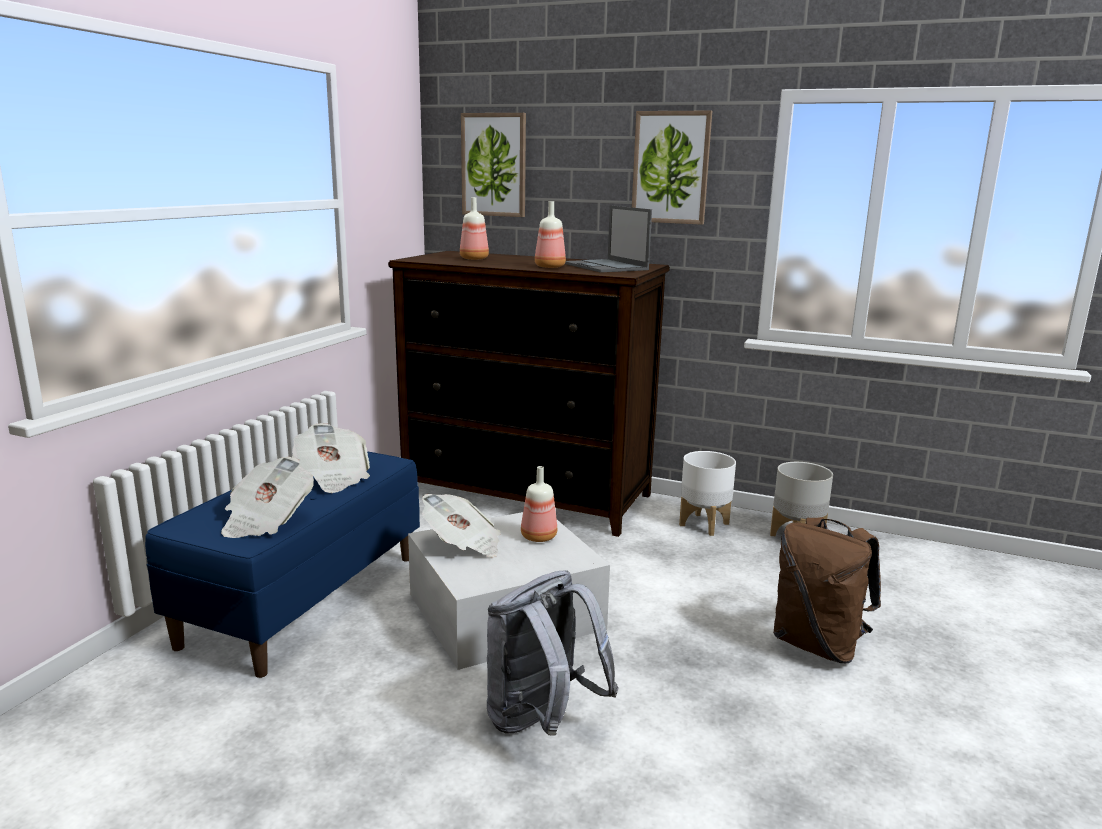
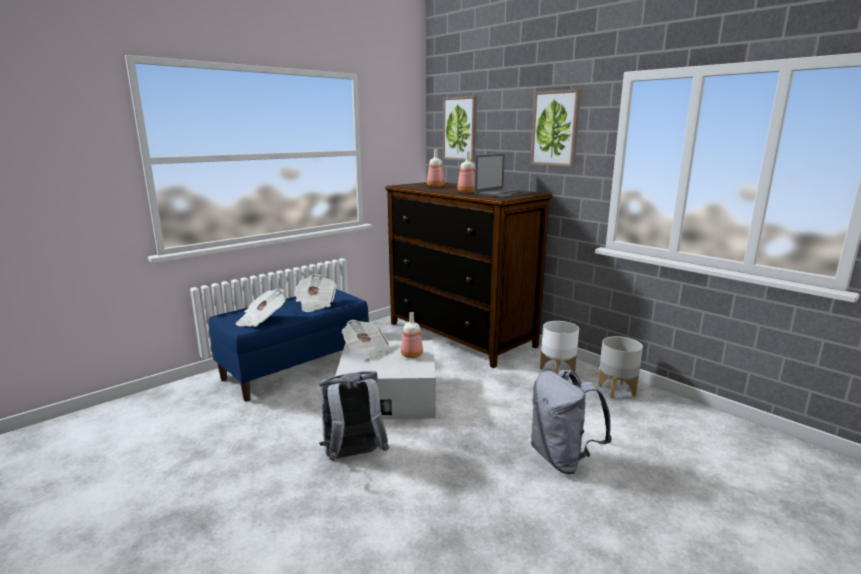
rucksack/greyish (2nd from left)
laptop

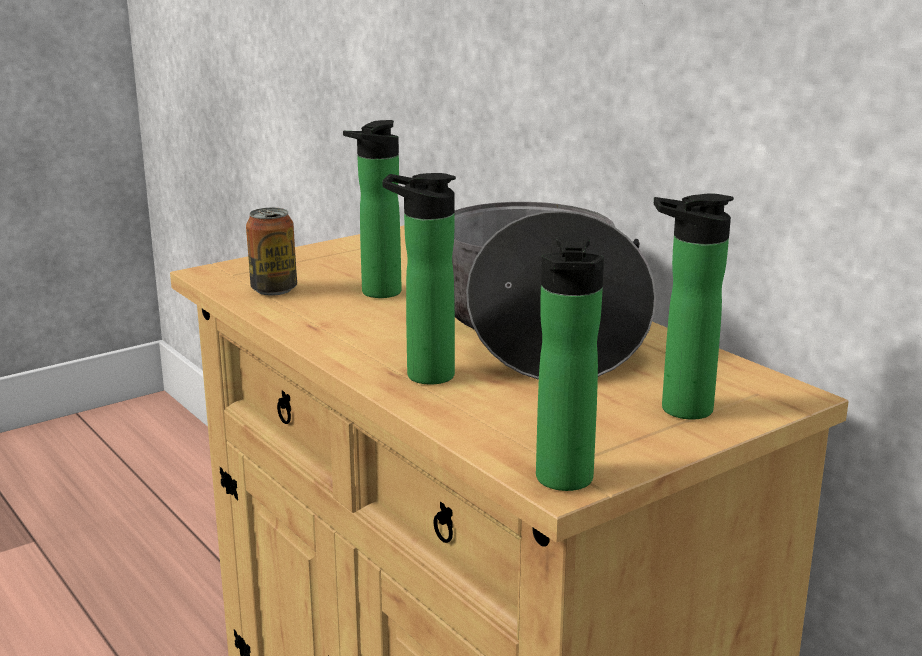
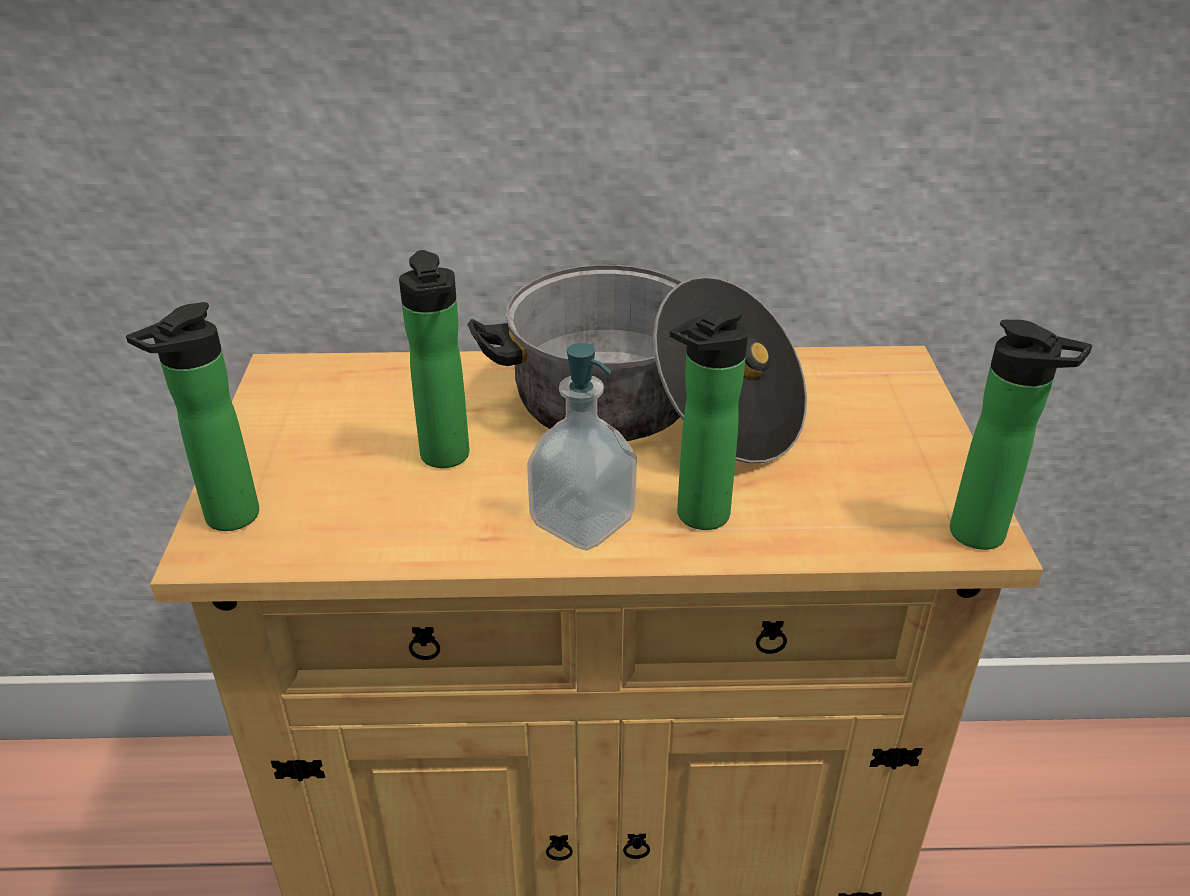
can
soap dispenser
beverage bottle (1st from left)

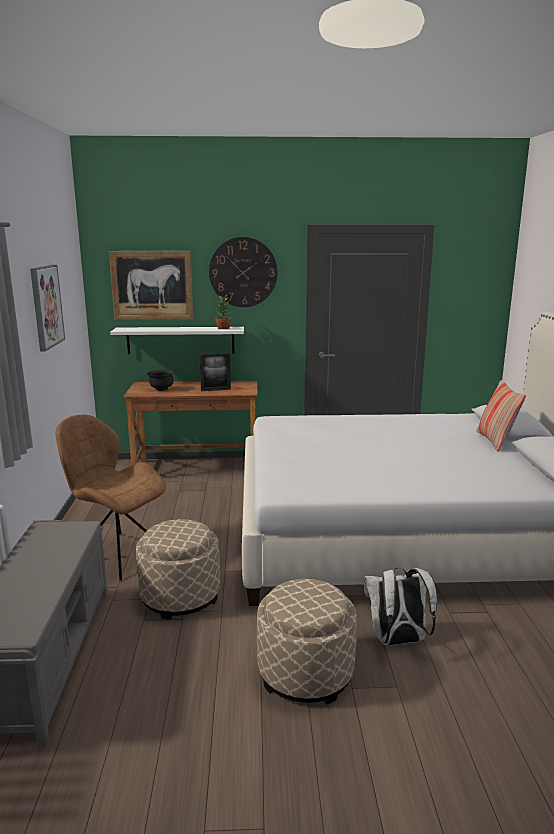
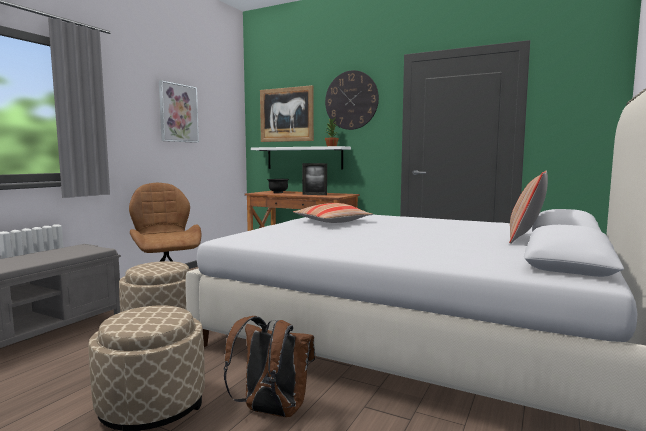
pillow (1st from left)
rucksack/brown-coloured

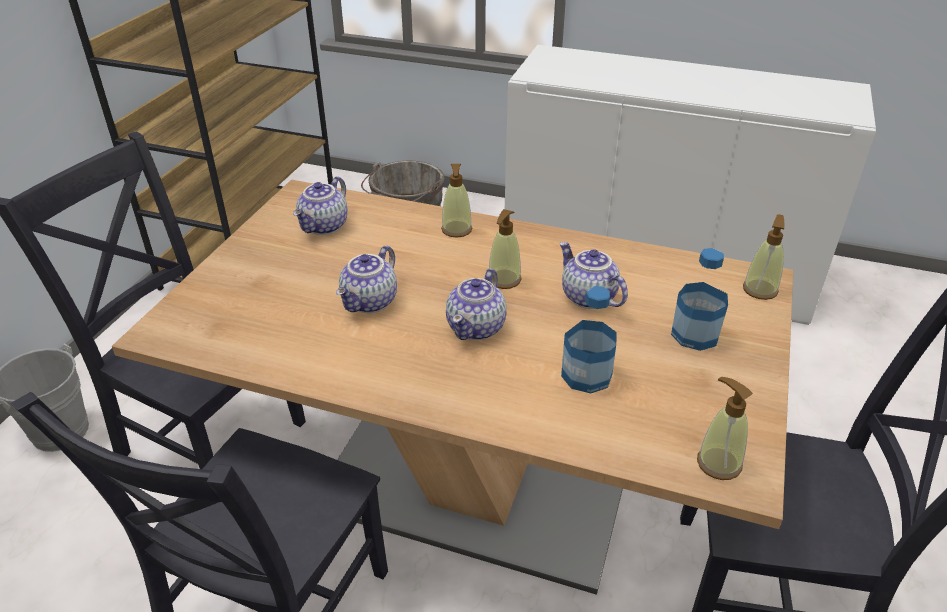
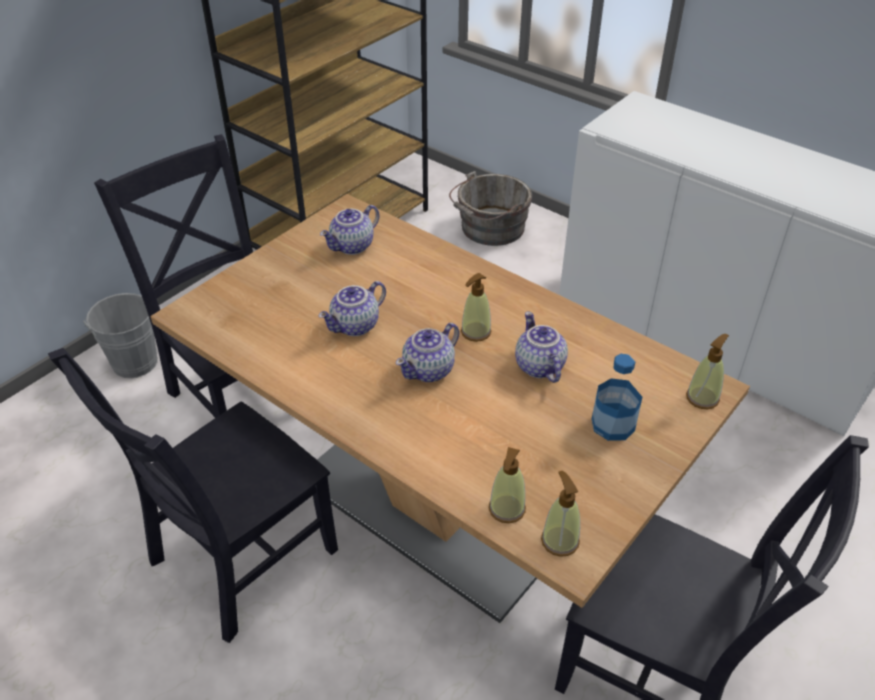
beverage bottle (1st from left in the first image)
soap dispenser (2nd from left)

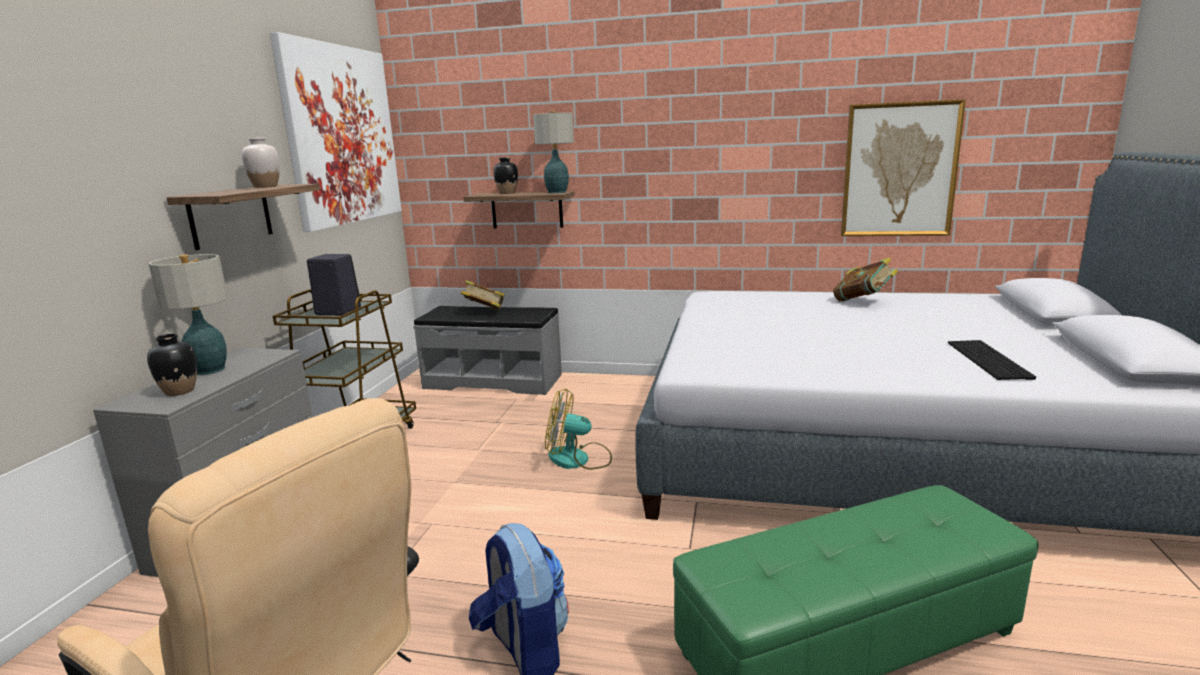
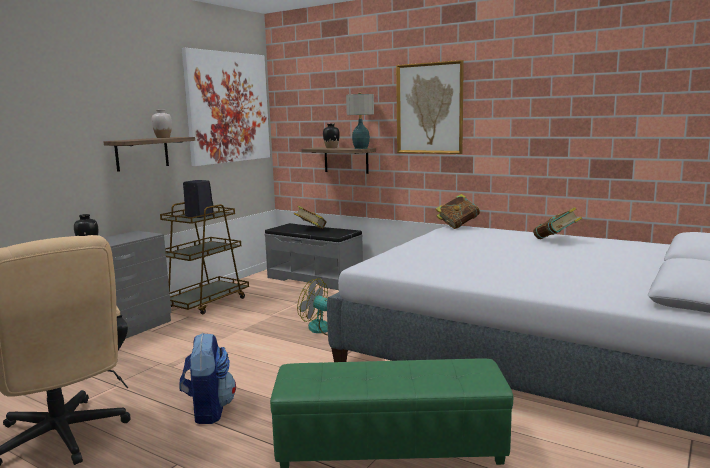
tabletop lamp (1st from left in the first image)
computer keyboard
volume (2nd from left)
wall picture (2nd from left)

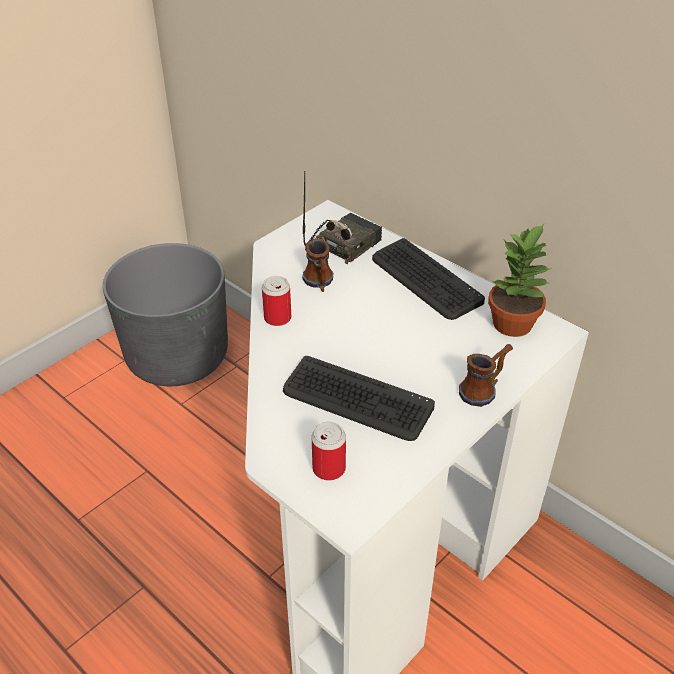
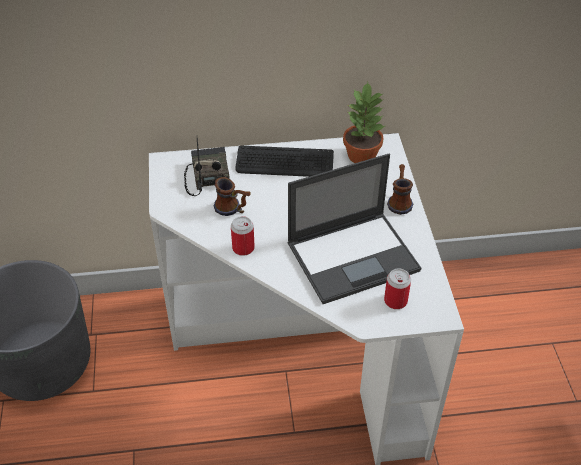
laptop

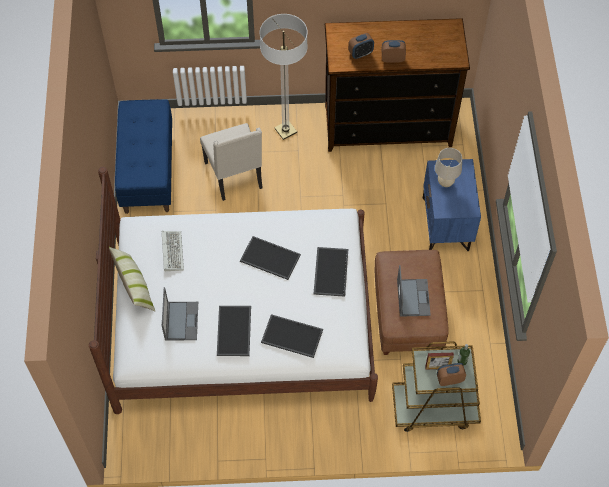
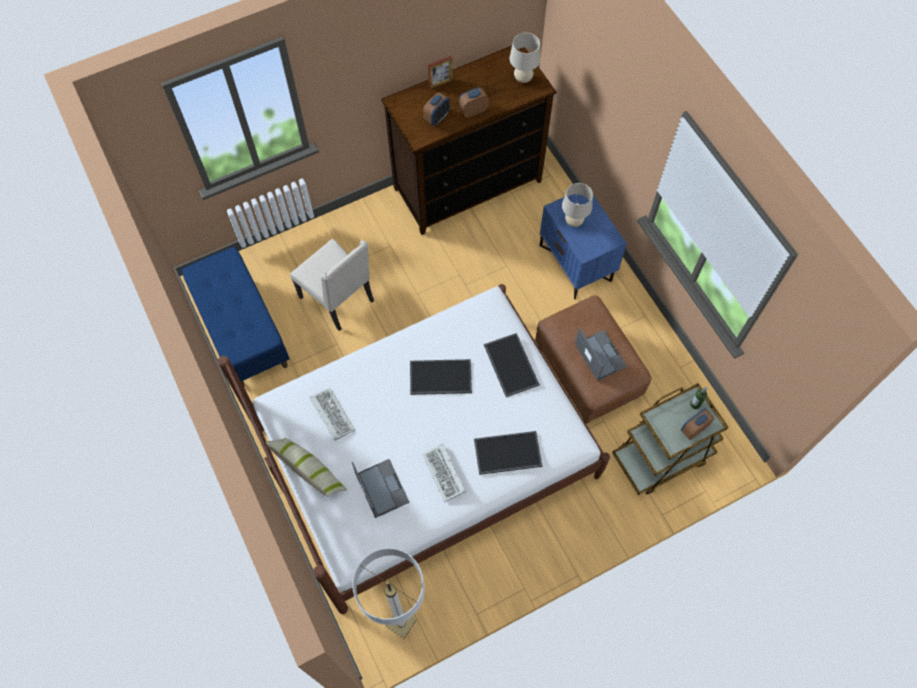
tabletop lamp/sand-coloured (1st from left)
standing lamp
photo frame
computer keyboard (2nd from left)

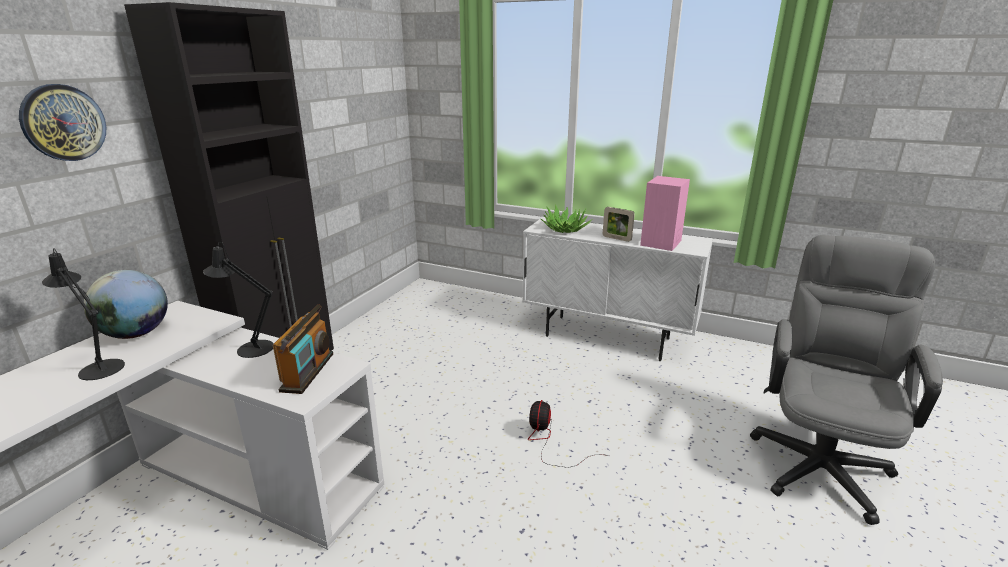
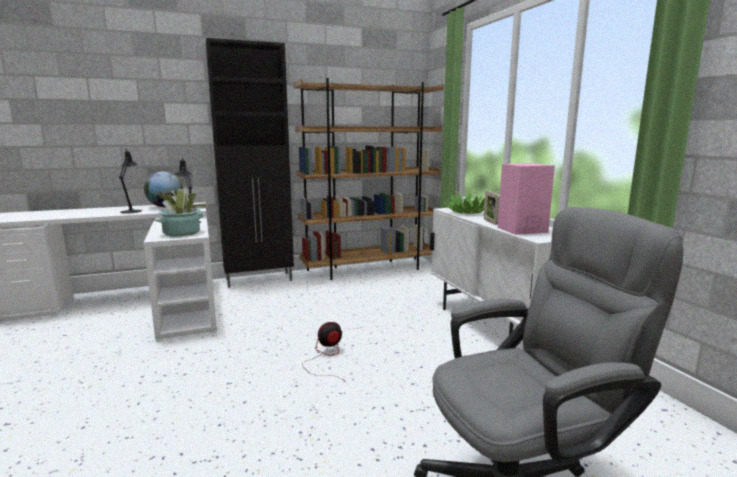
wall clock
shelving unit/brown-coloured
plant in a pot (1st from left)

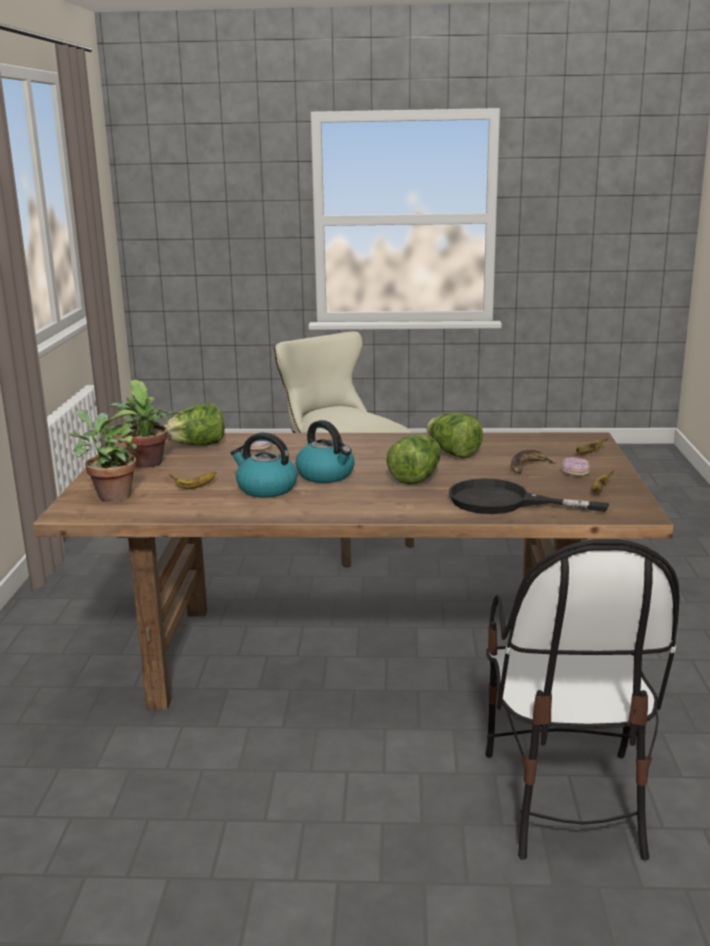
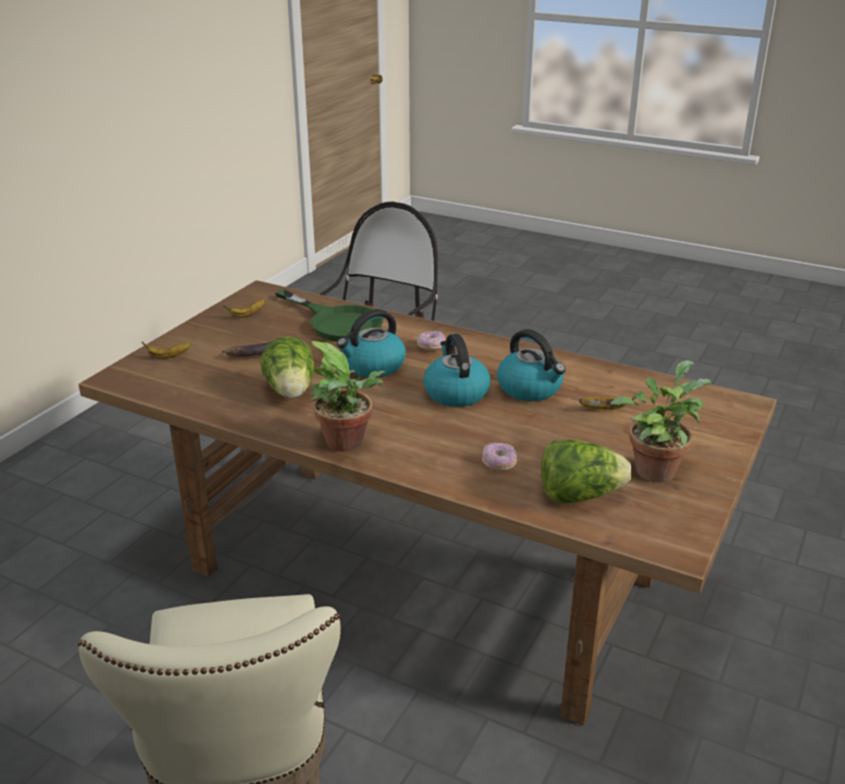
plant in a pot (1st from left)
ring doughnut (1st from left)
water kettle (1st from left)
skillet/greenish

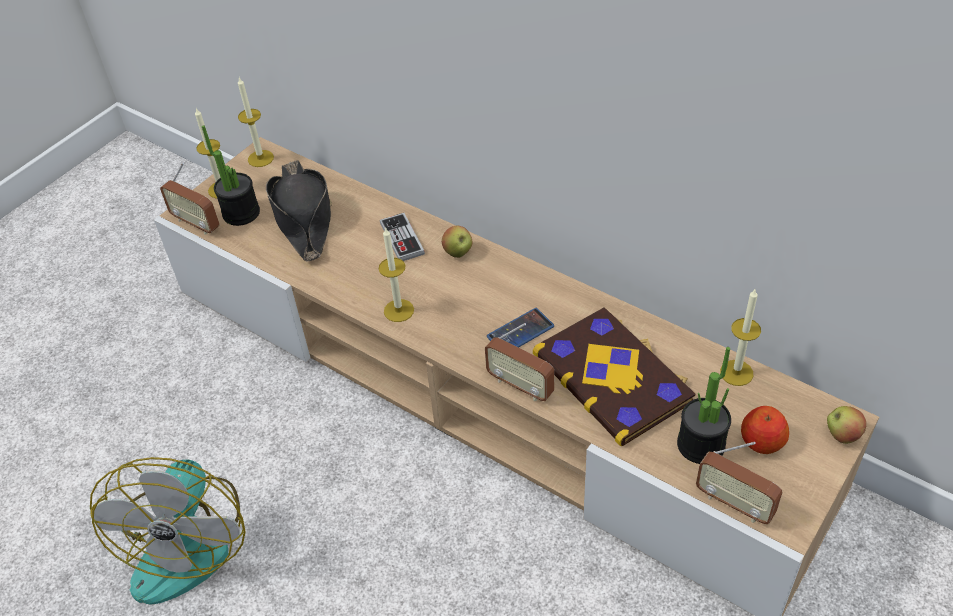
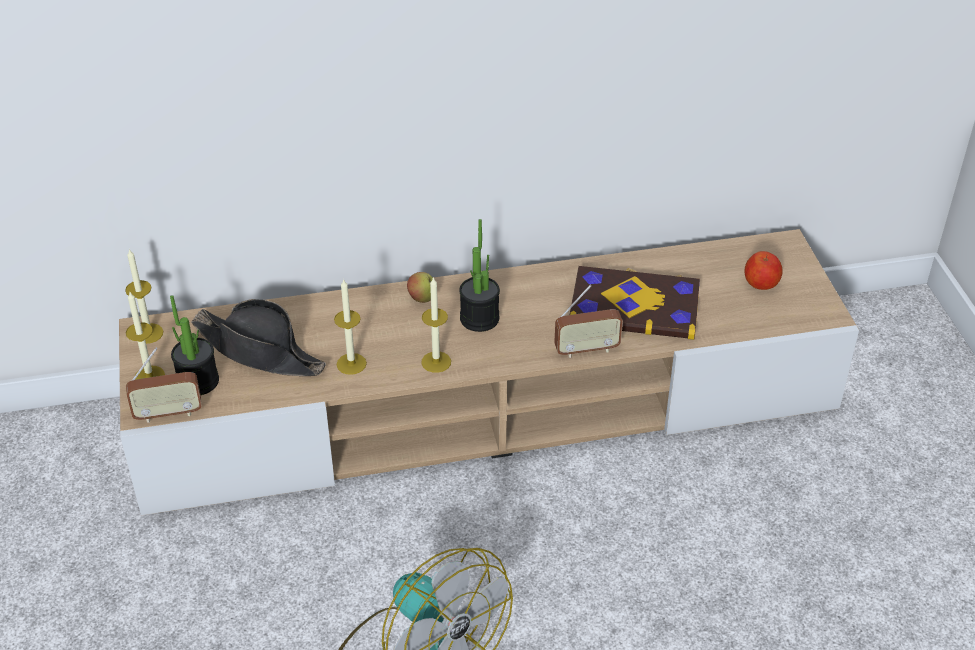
gamepad
phone
radio (3rd from left in the first image)
whole apple (3rd from left in the first image)
plant in a pot (2nd from left)
wax candle (3rd from left)

